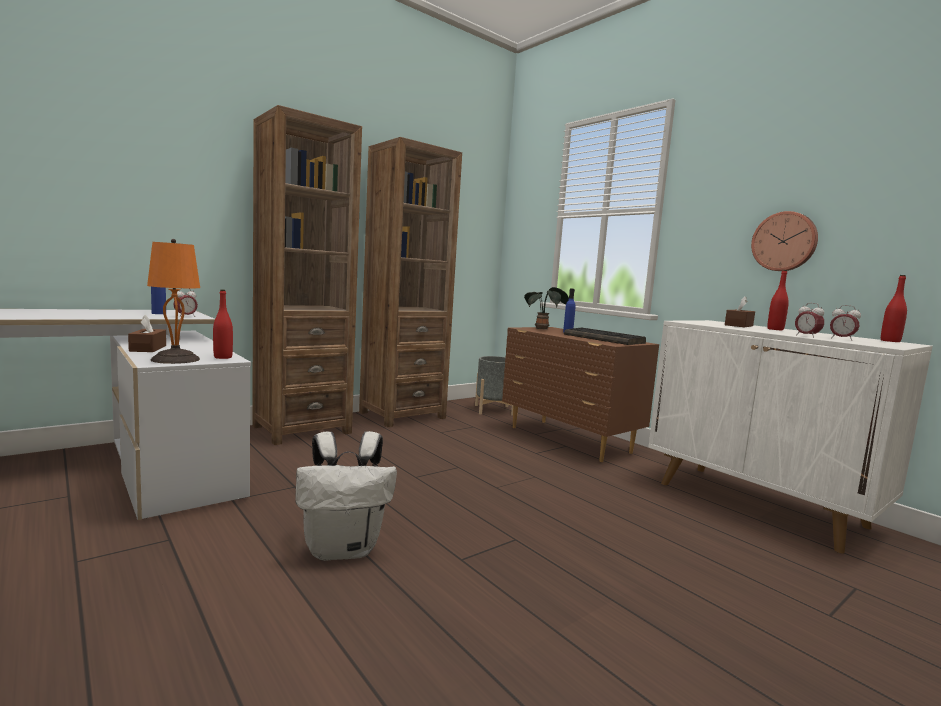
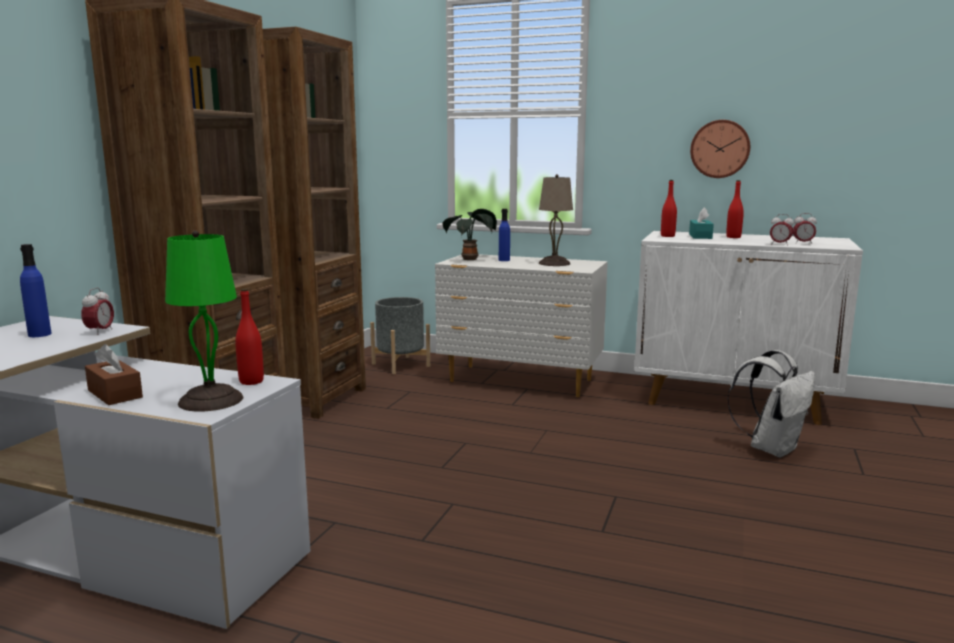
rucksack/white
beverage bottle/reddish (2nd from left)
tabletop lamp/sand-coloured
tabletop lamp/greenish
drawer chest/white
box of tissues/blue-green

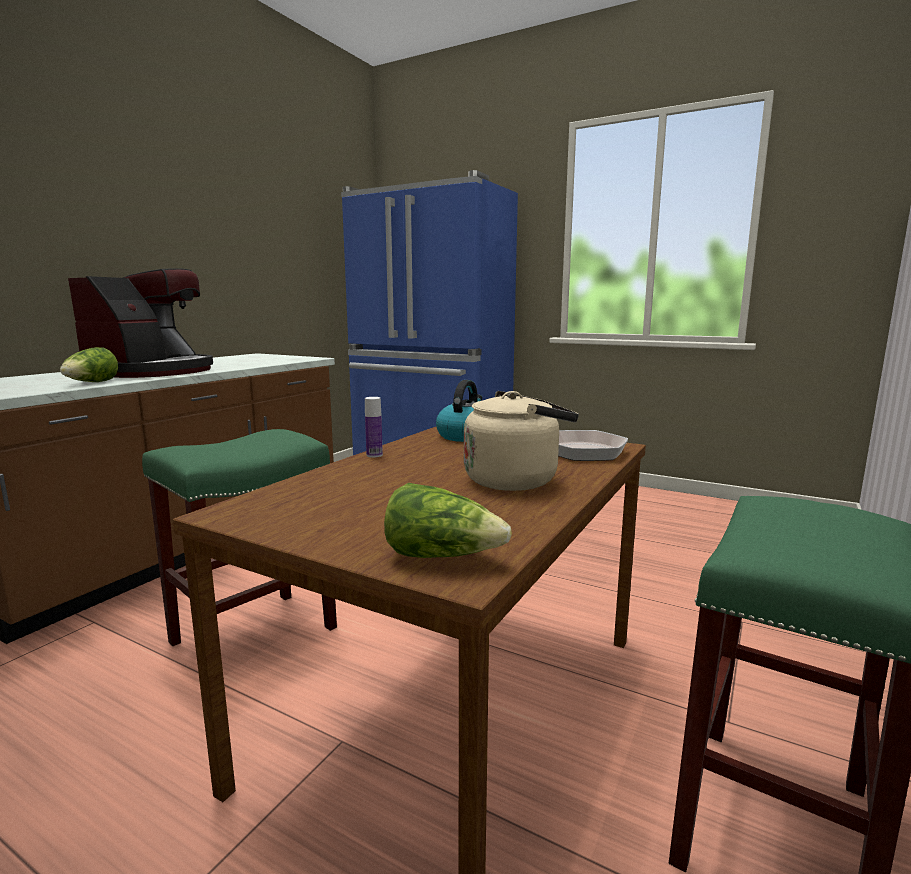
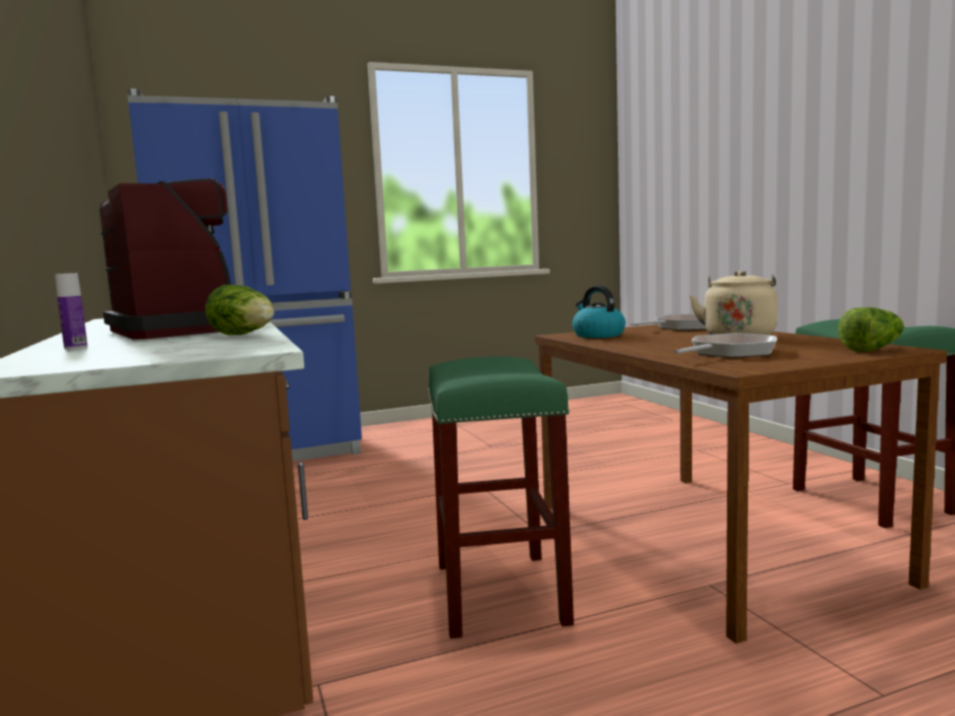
skillet (2nd from left)
beverage bottle

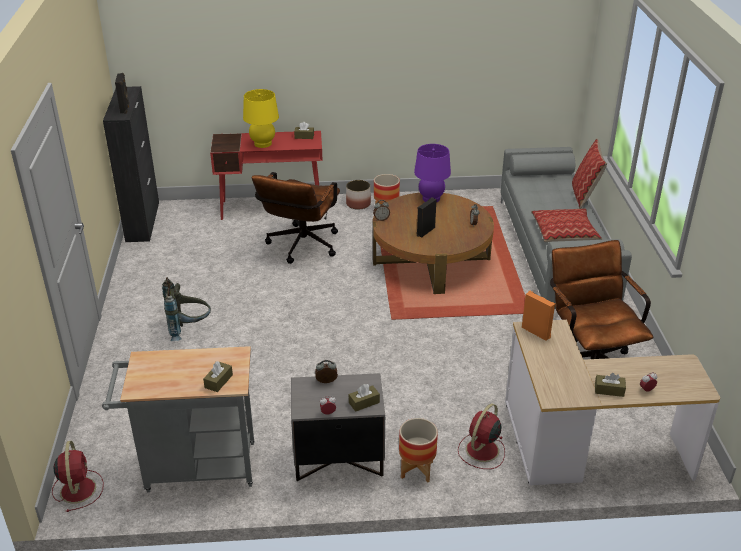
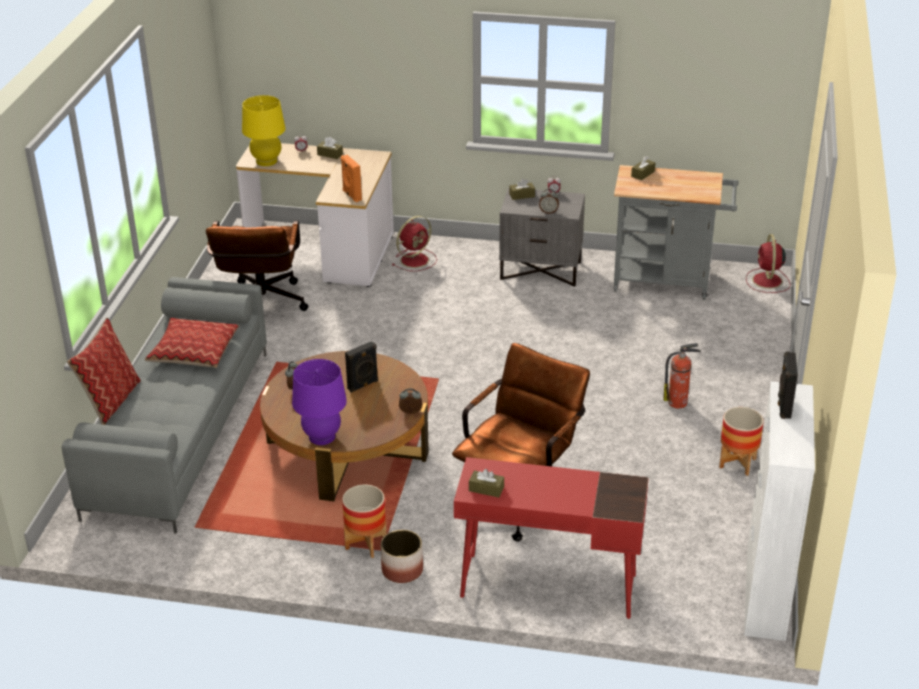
tabletop lamp/yellowish
planter (3rd from left)
extinguisher
storage cabinet/white

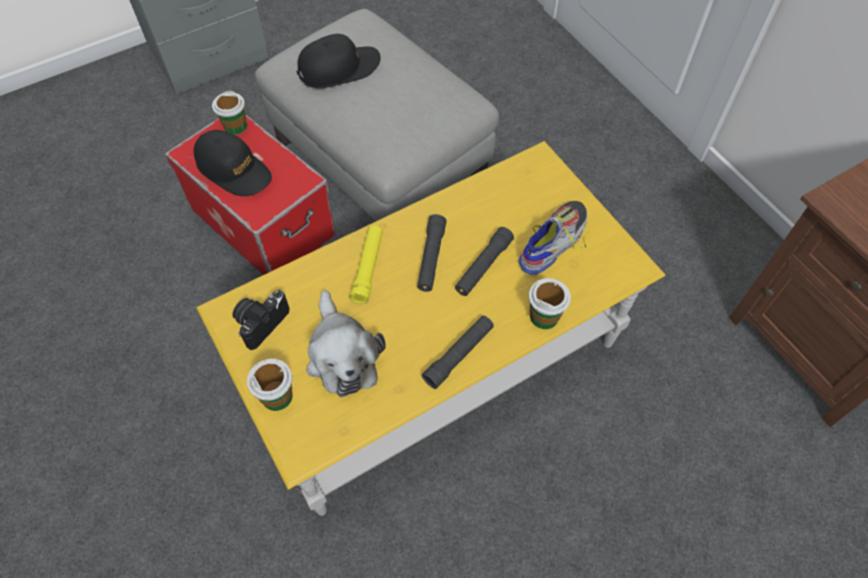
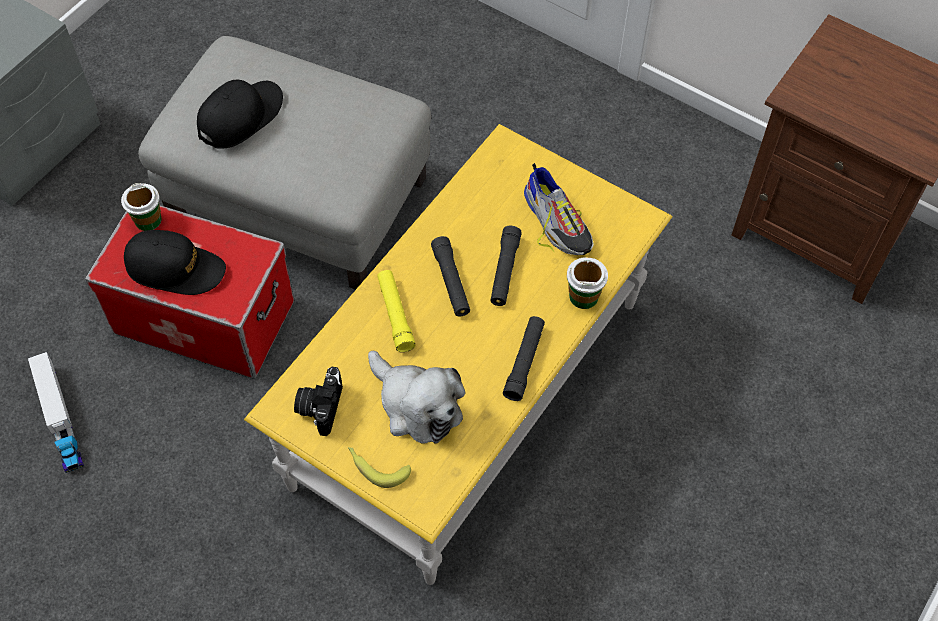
toy truck
whole banana
shoe

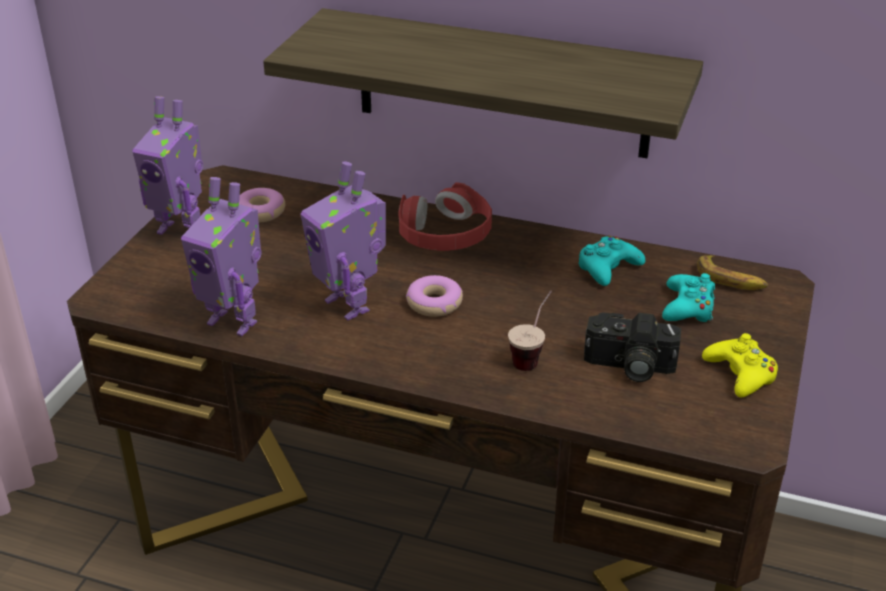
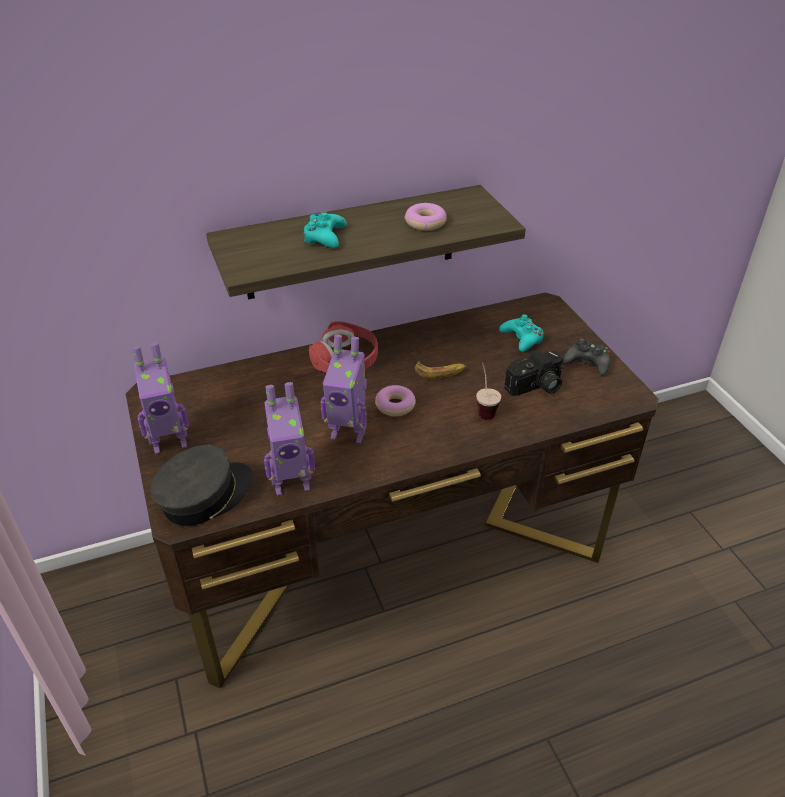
peaked cap/greyish
ring doughnut (2nd from left)
gamepad/blue-green (1st from left)
whole banana
gamepad/black-coloured

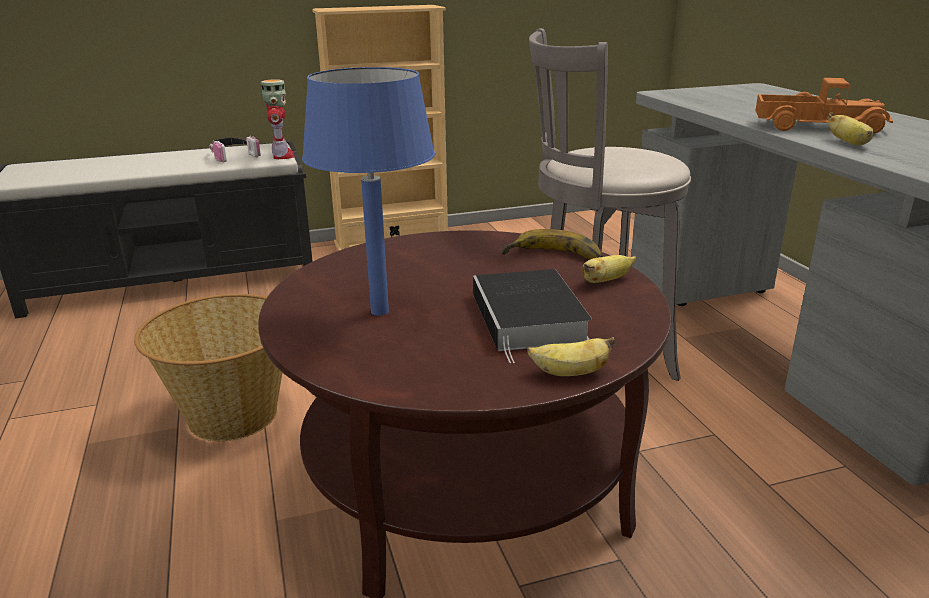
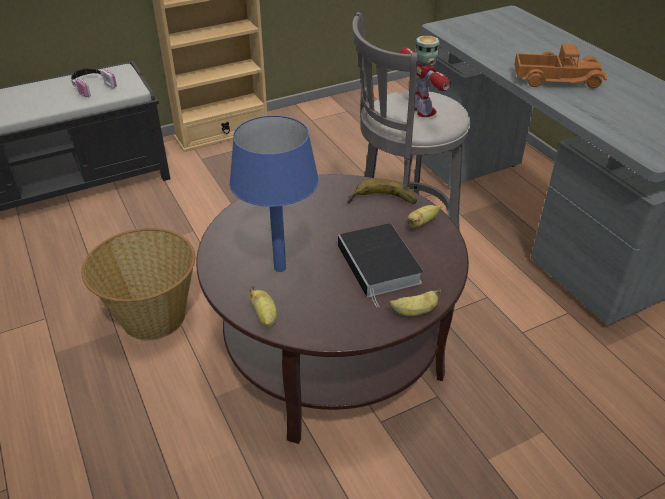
toy robot
whole banana (1st from left)

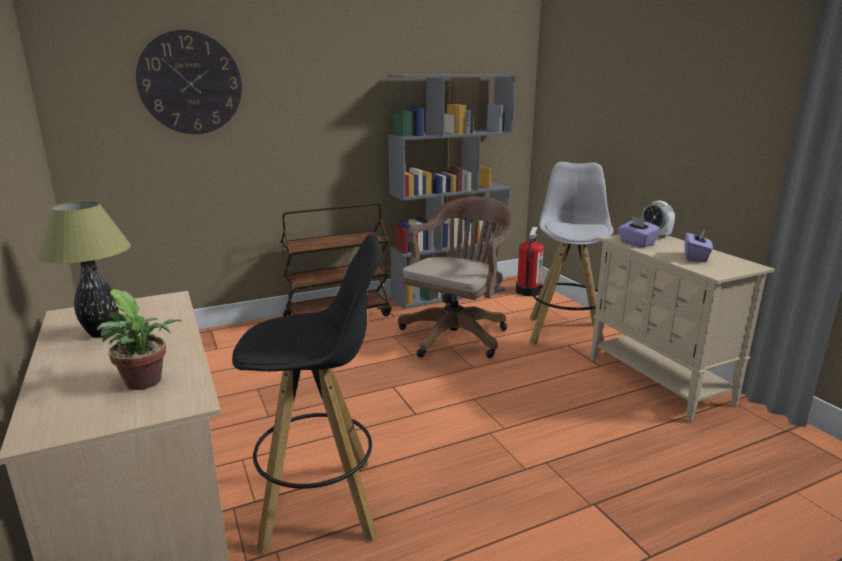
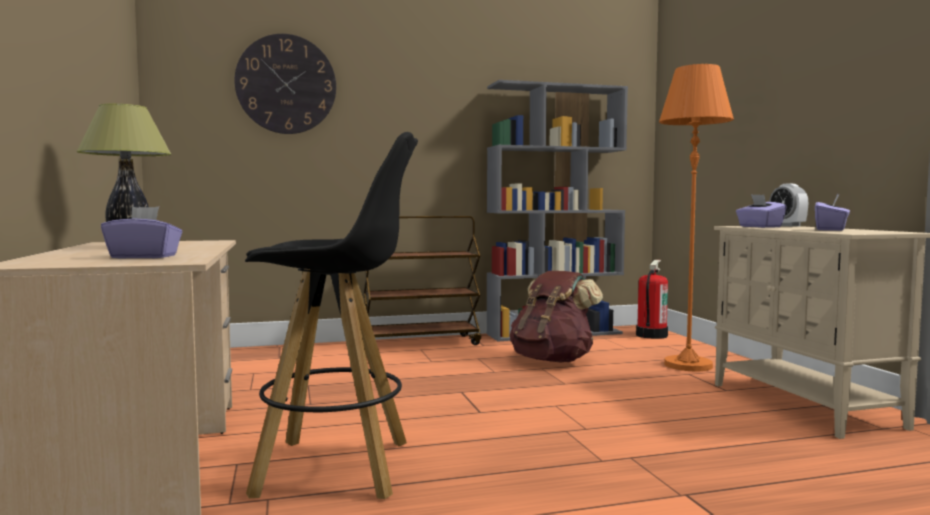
box of tissues/purple-coloured (1st from left)
rucksack/brown-coloured
standing lamp/orangey

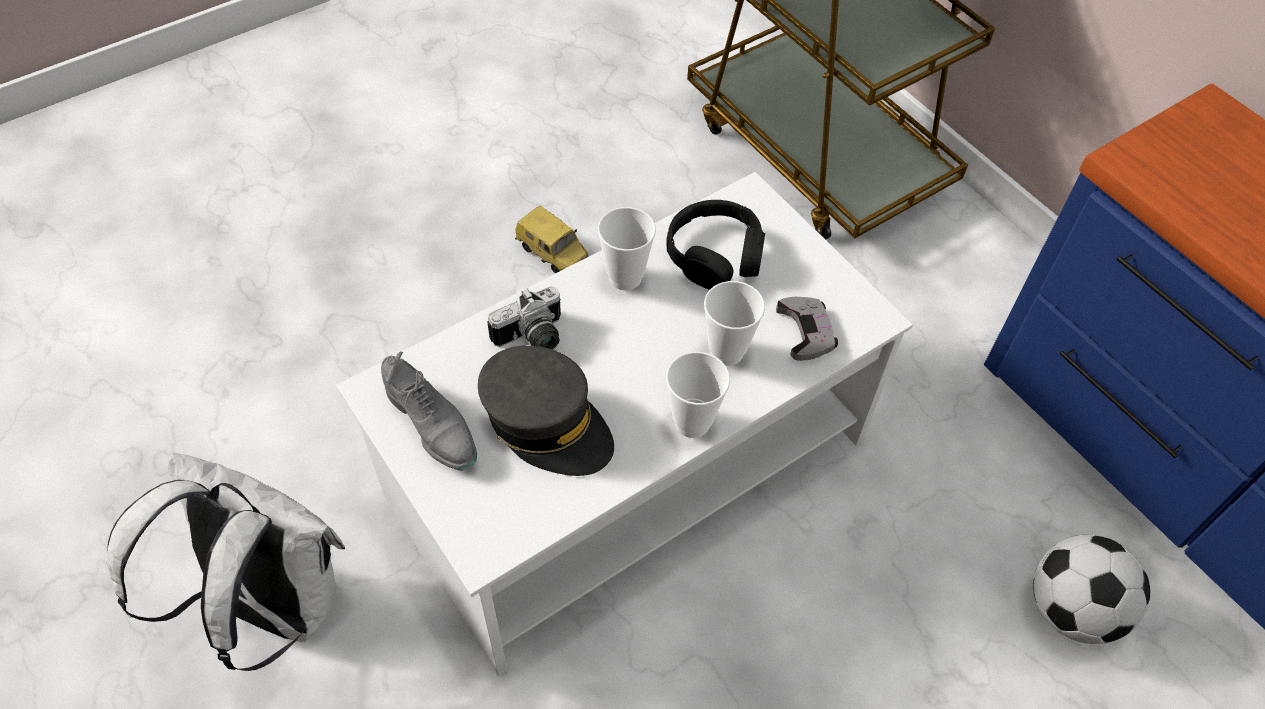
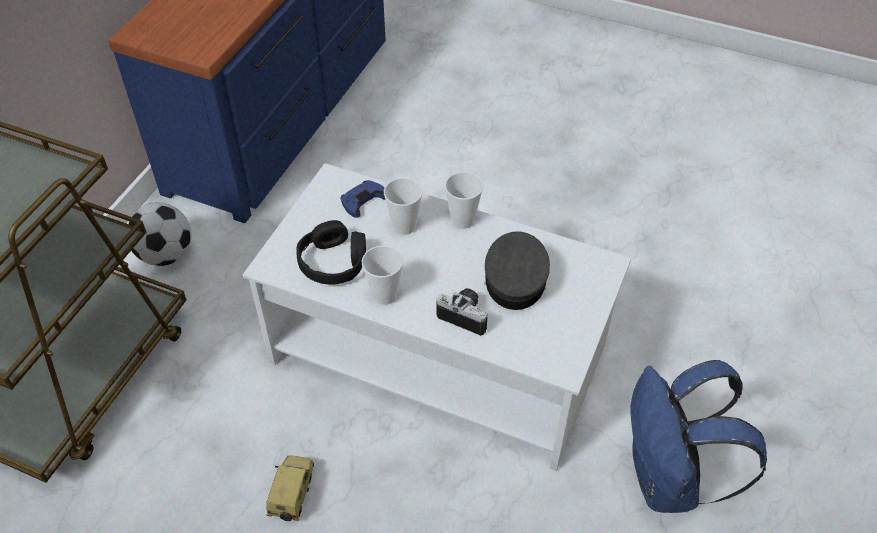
shoe/greyish
football ball
rucksack/blue
gamepad/blue

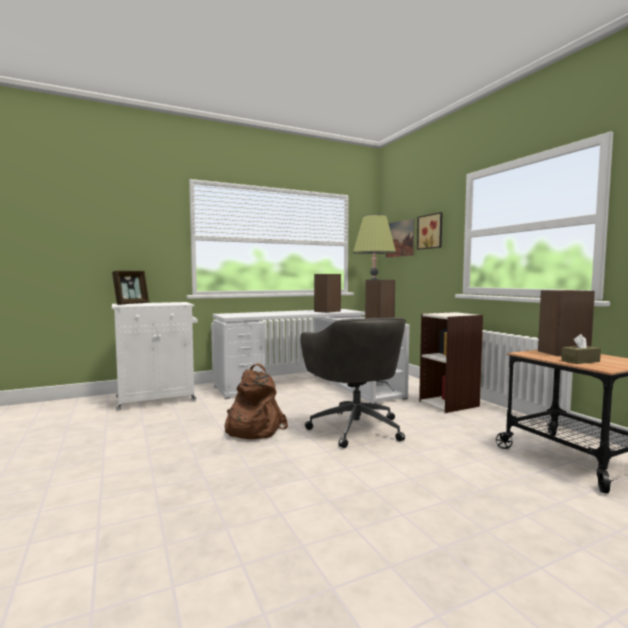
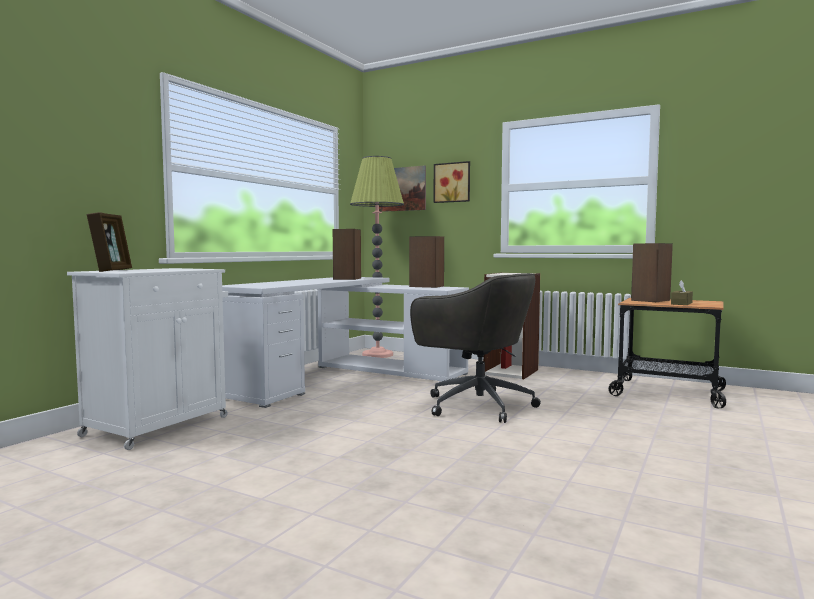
rucksack/brown-coloured

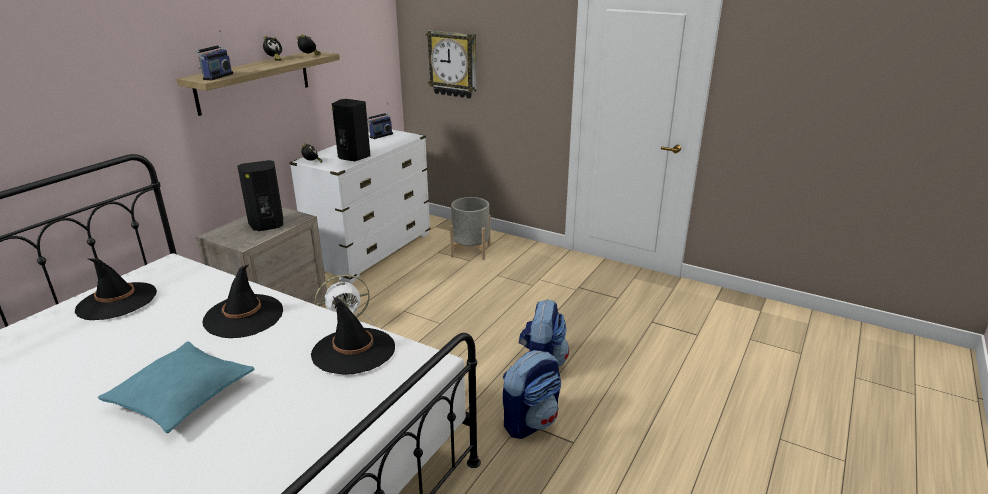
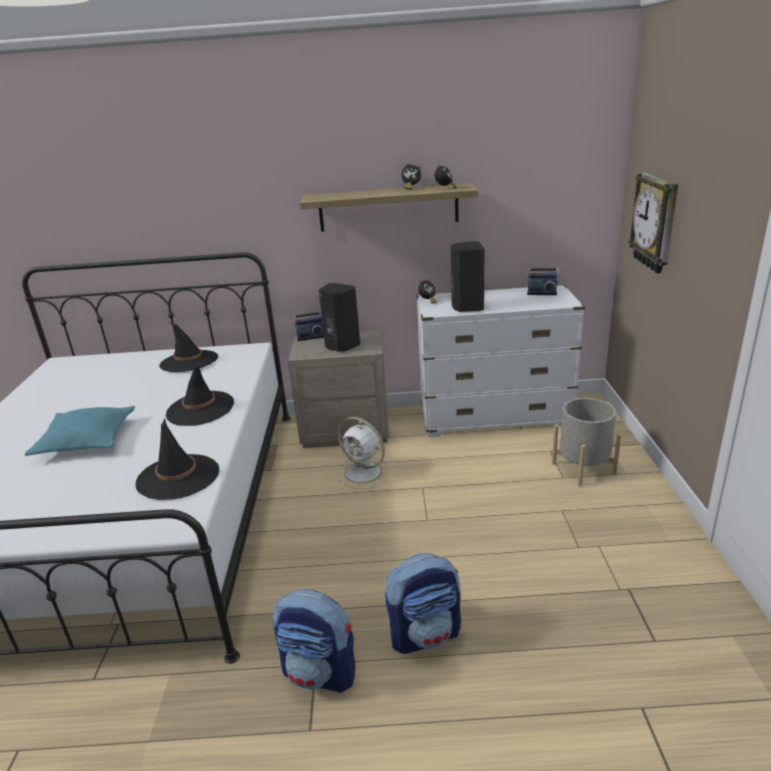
radio (1st from left)

